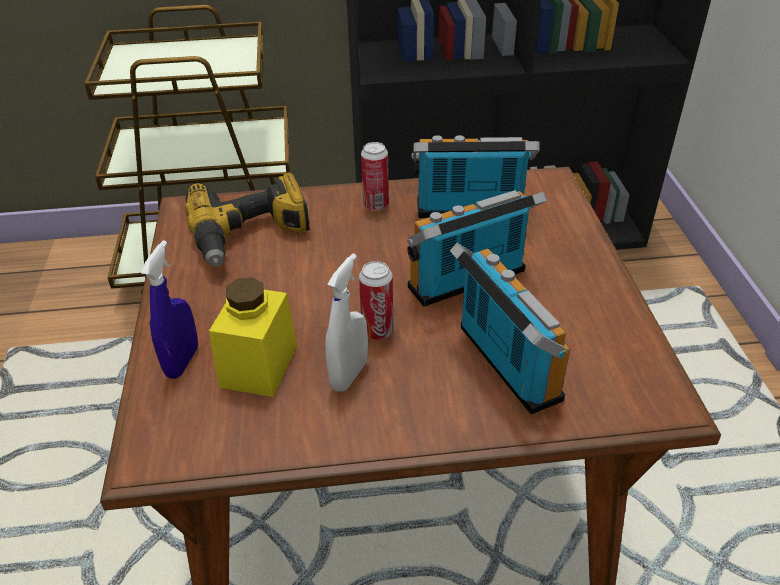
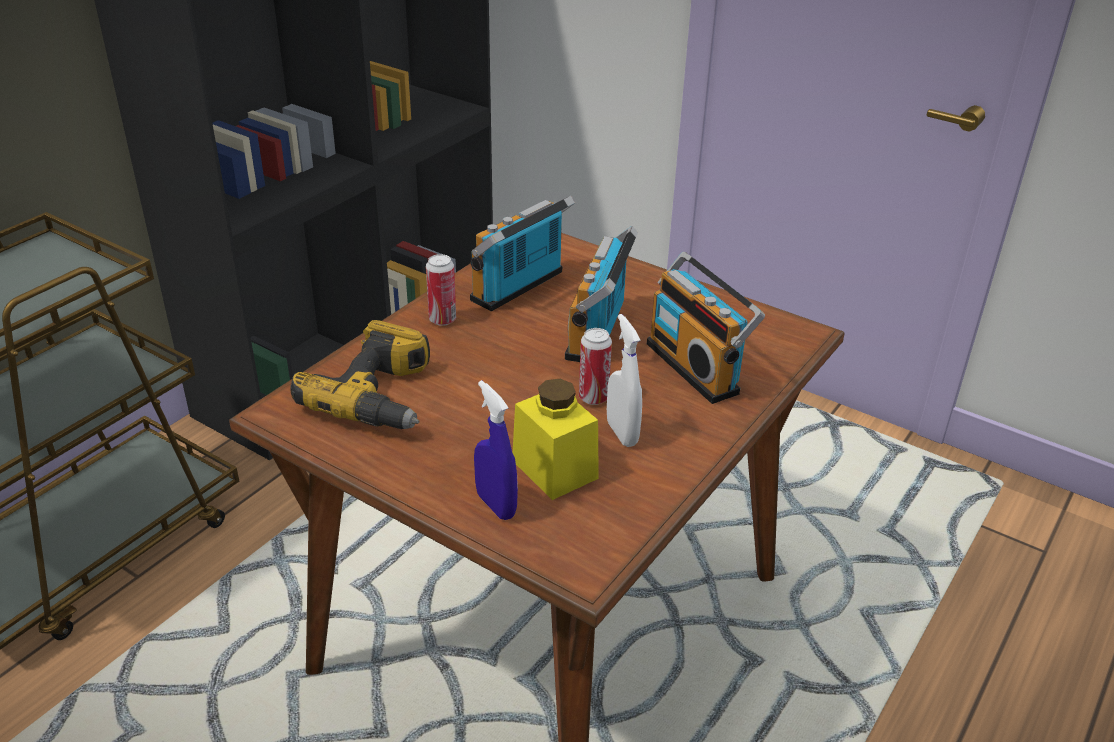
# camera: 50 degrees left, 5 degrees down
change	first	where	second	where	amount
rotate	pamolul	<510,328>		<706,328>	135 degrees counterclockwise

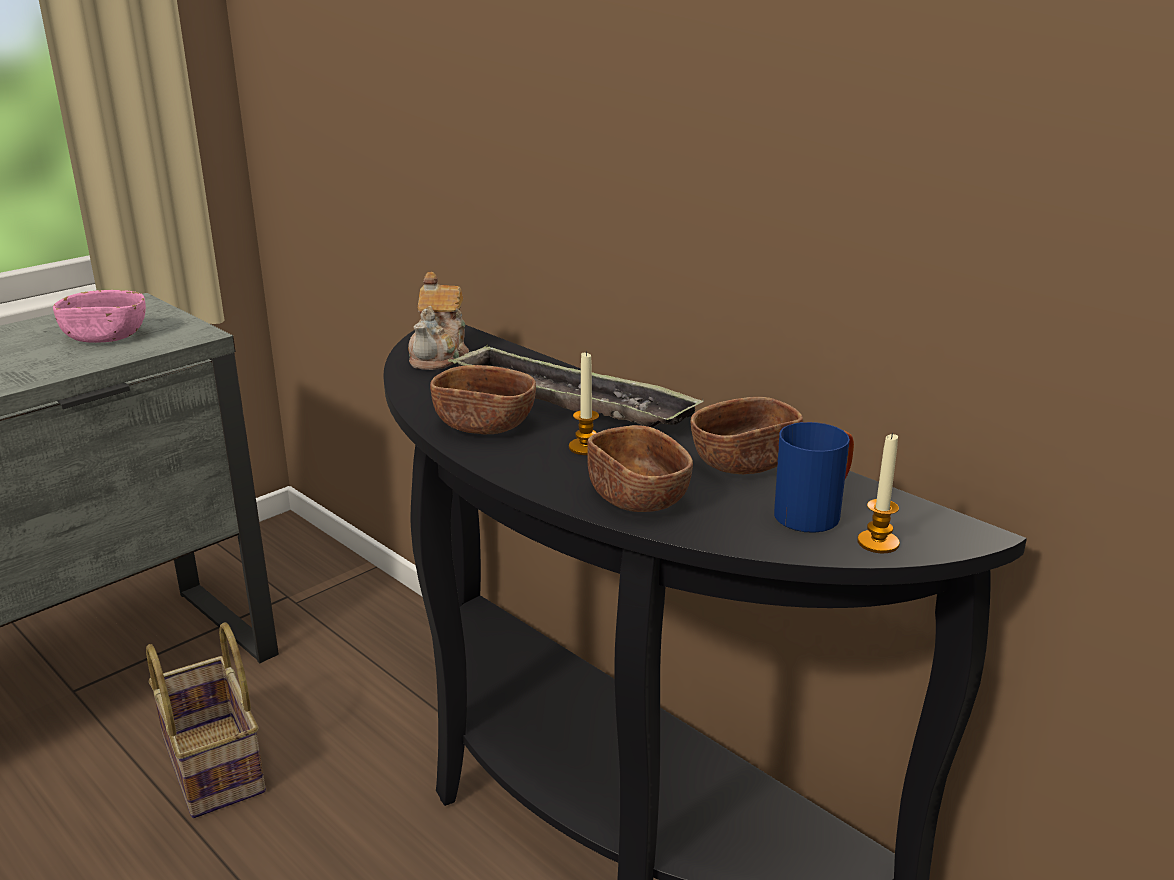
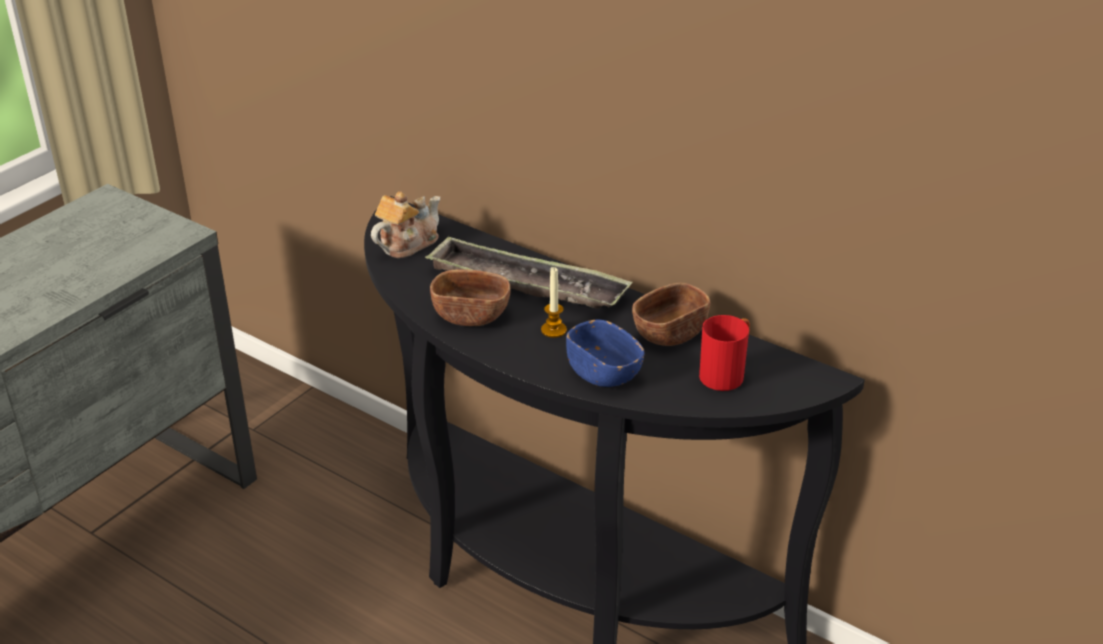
# camera: 10 degrees left, 10 degrees up
change	first	where	second	where	amount
delete	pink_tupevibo	<99,316>			
delete	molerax	<206,720>			
rotate	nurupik	<438,321>		<405,224>	135 degrees counterclockwise
recolor	brown_tupevibo	<640,468>	blue_tupevibo	<605,353>	
recolor	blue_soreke	<814,477>	red_soreke	<724,353>	
delete	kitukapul	<878,493>			

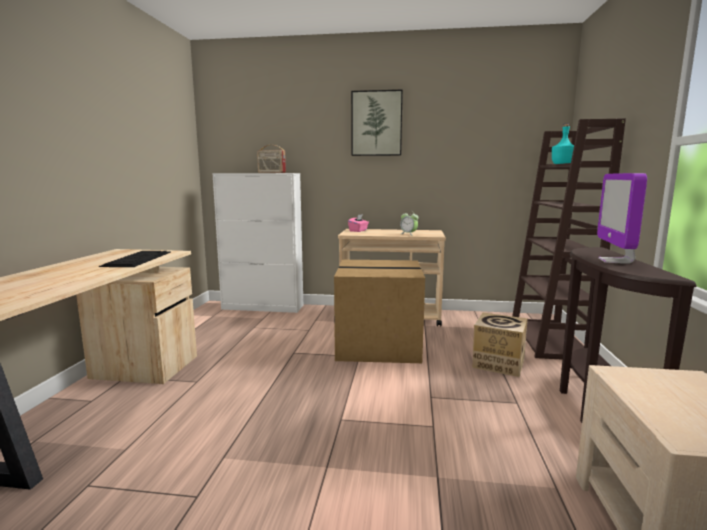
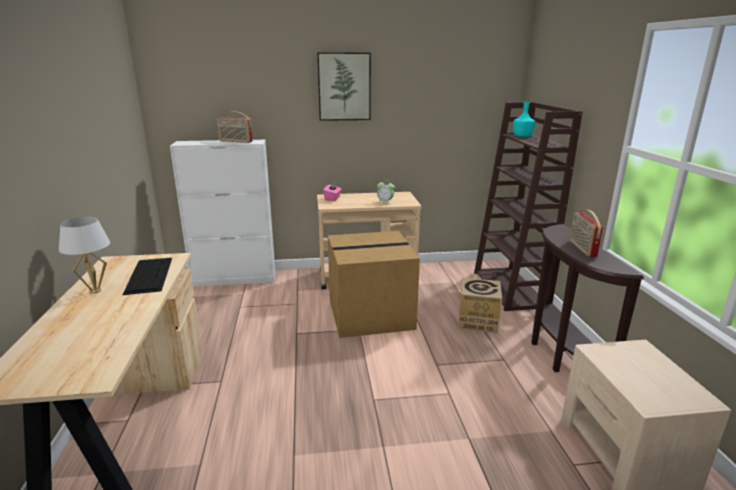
# camera: 15 degrees left, 10 degrees up
change	first	where	second	where	amount
replace	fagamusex	<622,218>	pamolul	<586,233>	
insert			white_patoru	<84,255>	

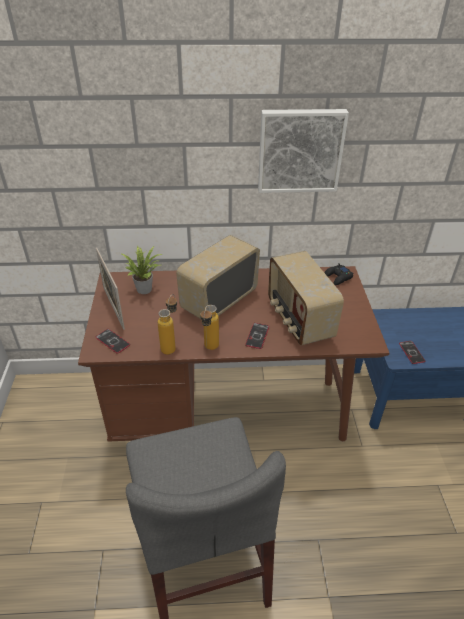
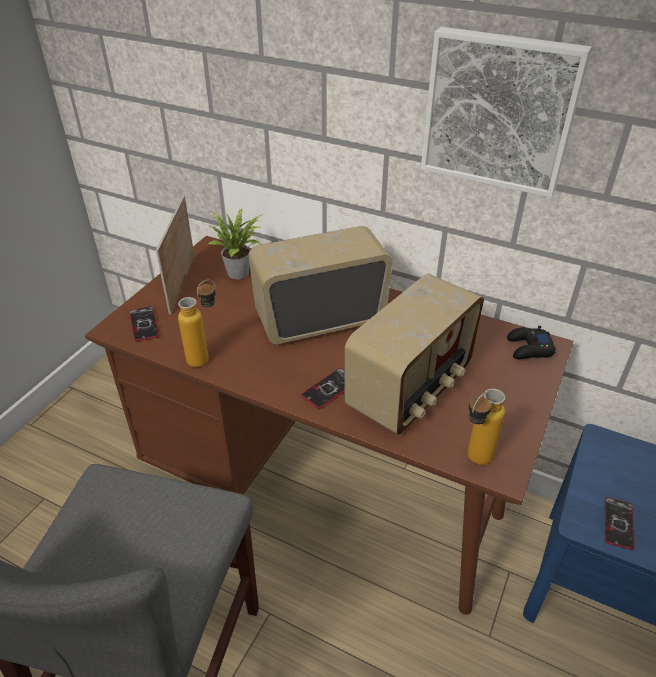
# camera: 30 degrees right, 0 degrees up
change	first	where	second	where	amount
move	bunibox	<209,327>		<486,427>	
rotate	pamolul	<306,298>		<414,354>	150 degrees counterclockwise

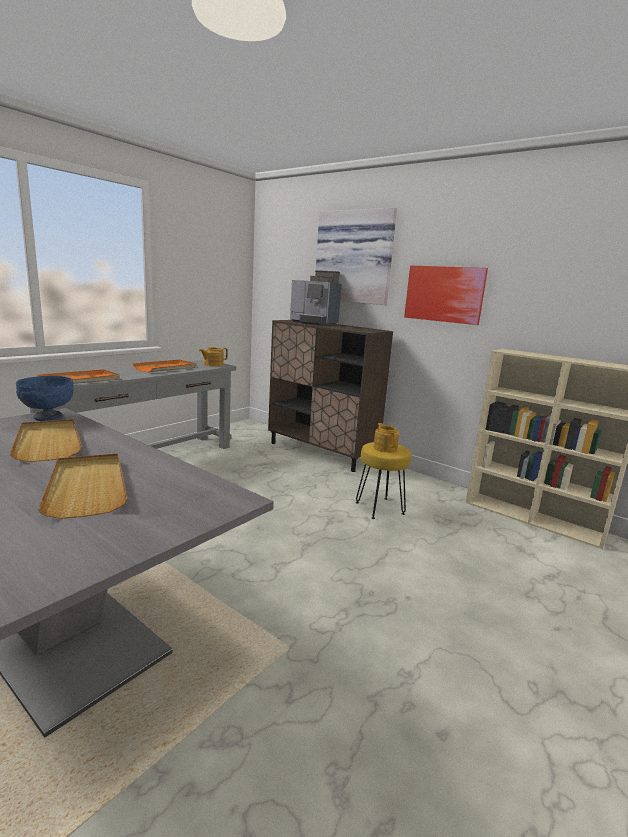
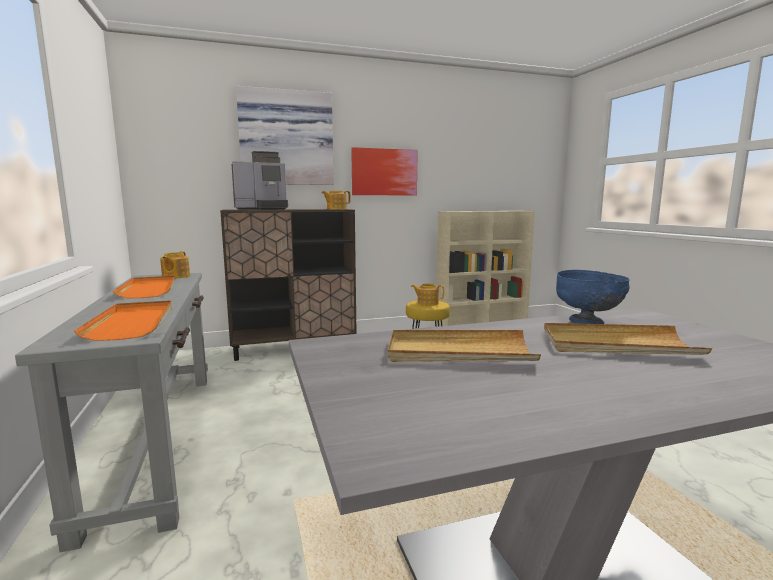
# camera: 55 degrees left, 5 degrees down
change	first	where	second	where	amount
move	blue_tupevibo	<45,398>		<593,297>	
insert			nurupik	<336,200>	

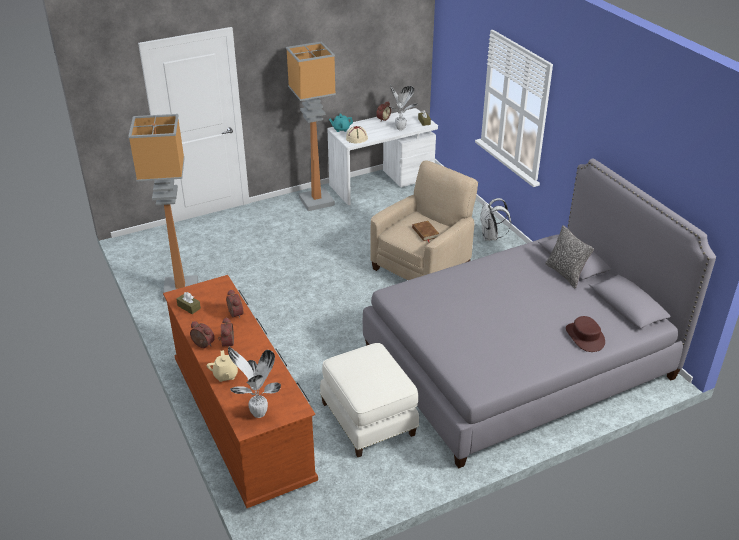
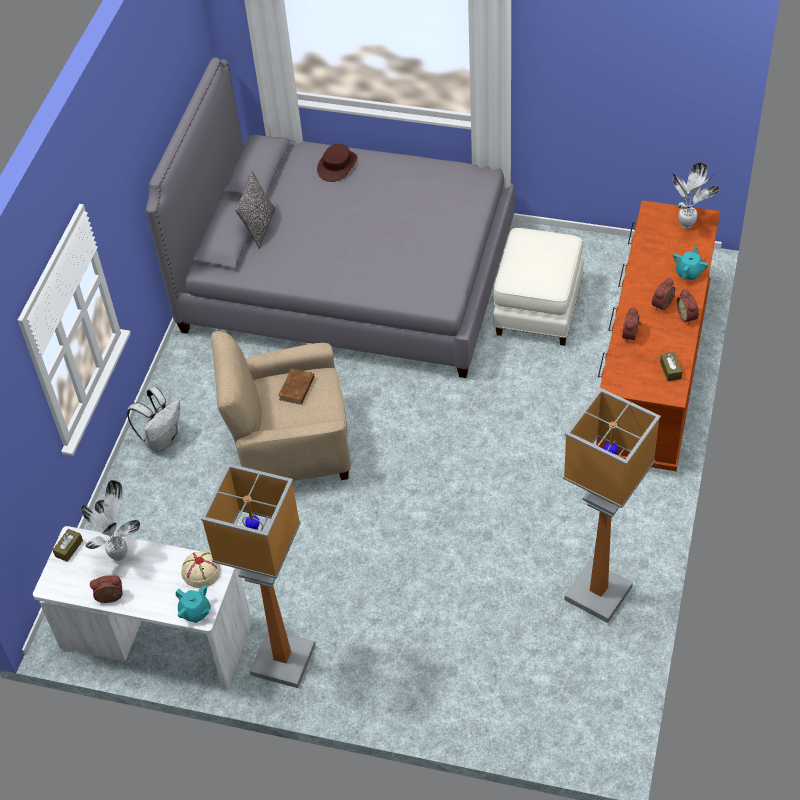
# camera: 135 degrees left, 15 degrees up
change	first	where	second	where	amount
recolor	beige_nurupik	<222,366>	turquoise_nurupik	<691,263>	

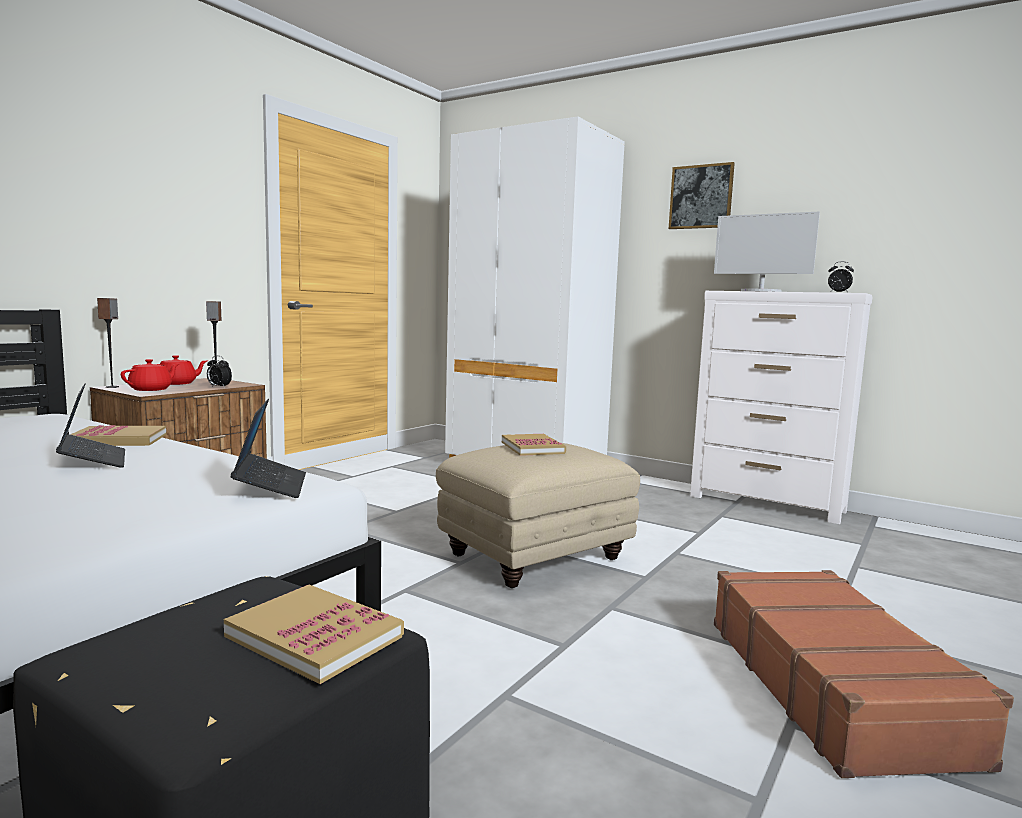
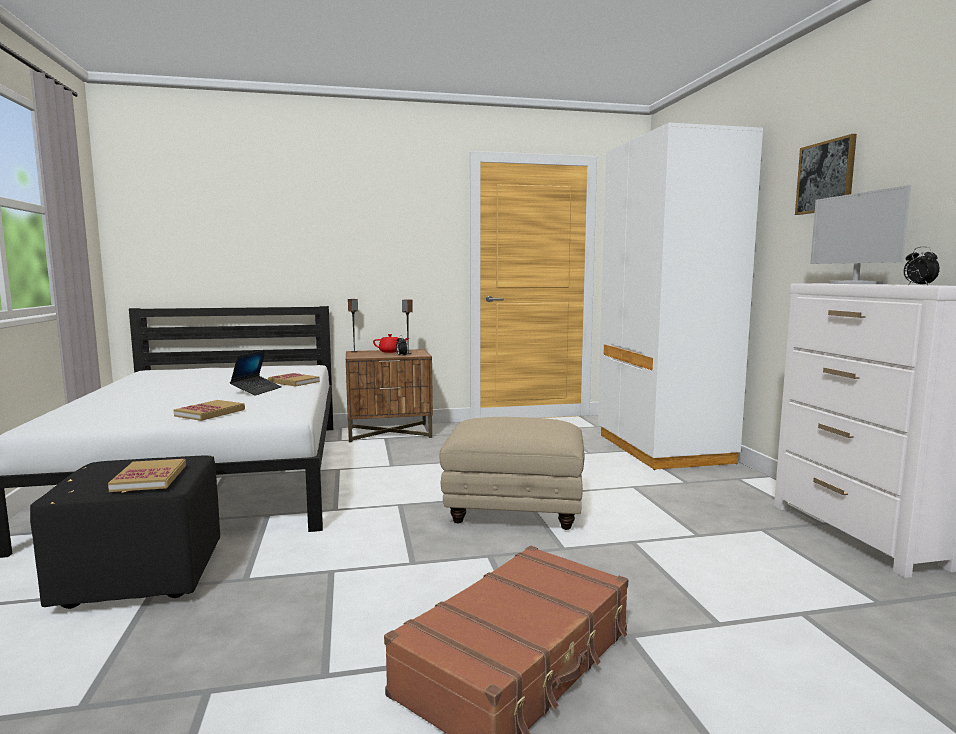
# camera: 45 degrees right, 0 degrees up
change	first	where	second	where	amount
delete	red_nurupik	<150,375>			
delete	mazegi	<268,448>			
move	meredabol	<534,445>		<209,410>	

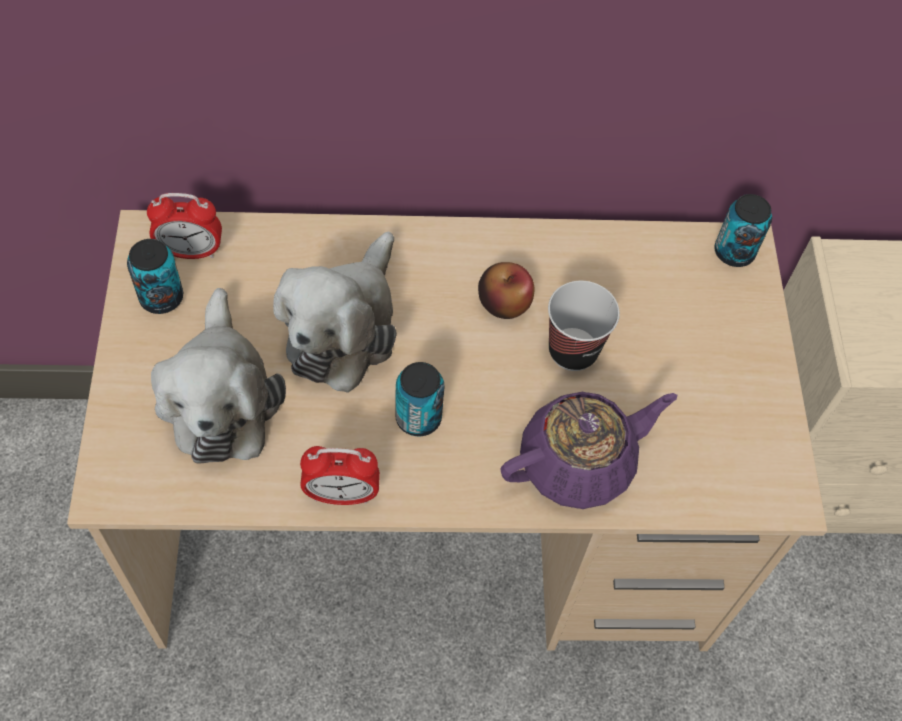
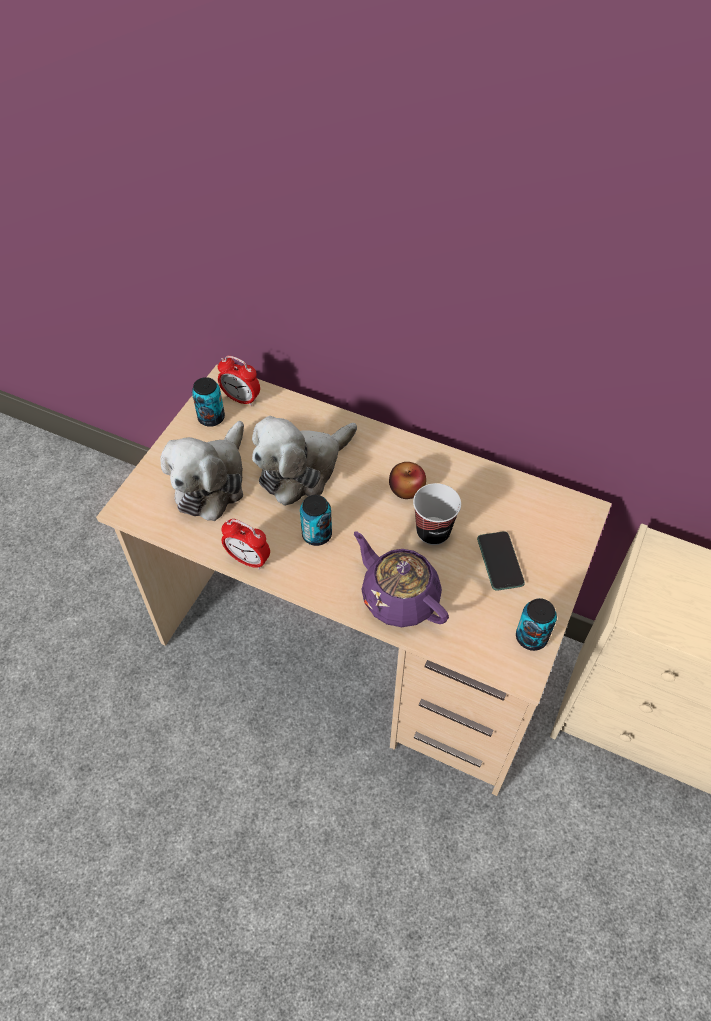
# camera: 30 degrees right, 5 degrees down
change	first	where	second	where	amount
rotate	purple_nurupik	<588,450>		<401,579>	135 degrees counterclockwise
move	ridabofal	<743,230>		<536,624>	
insert			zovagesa	<501,561>	

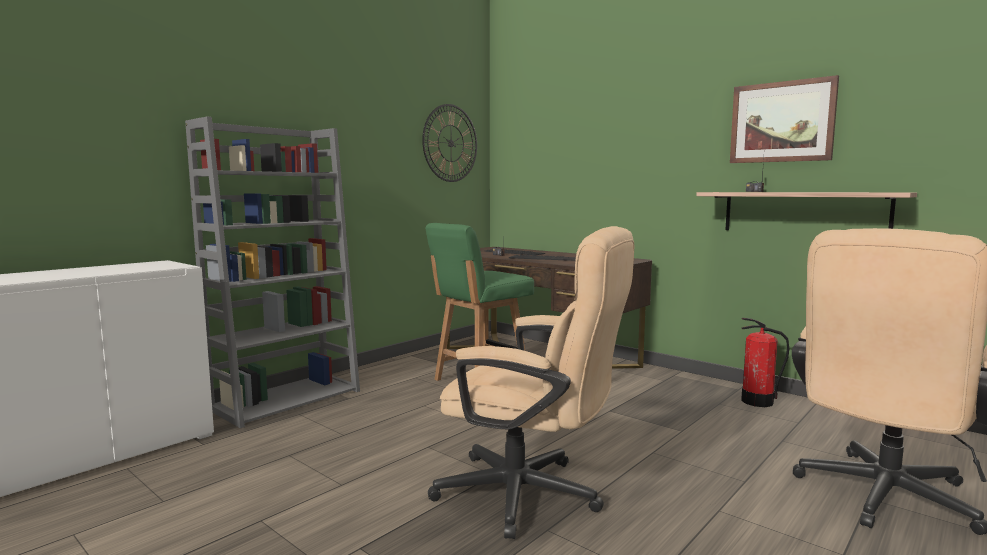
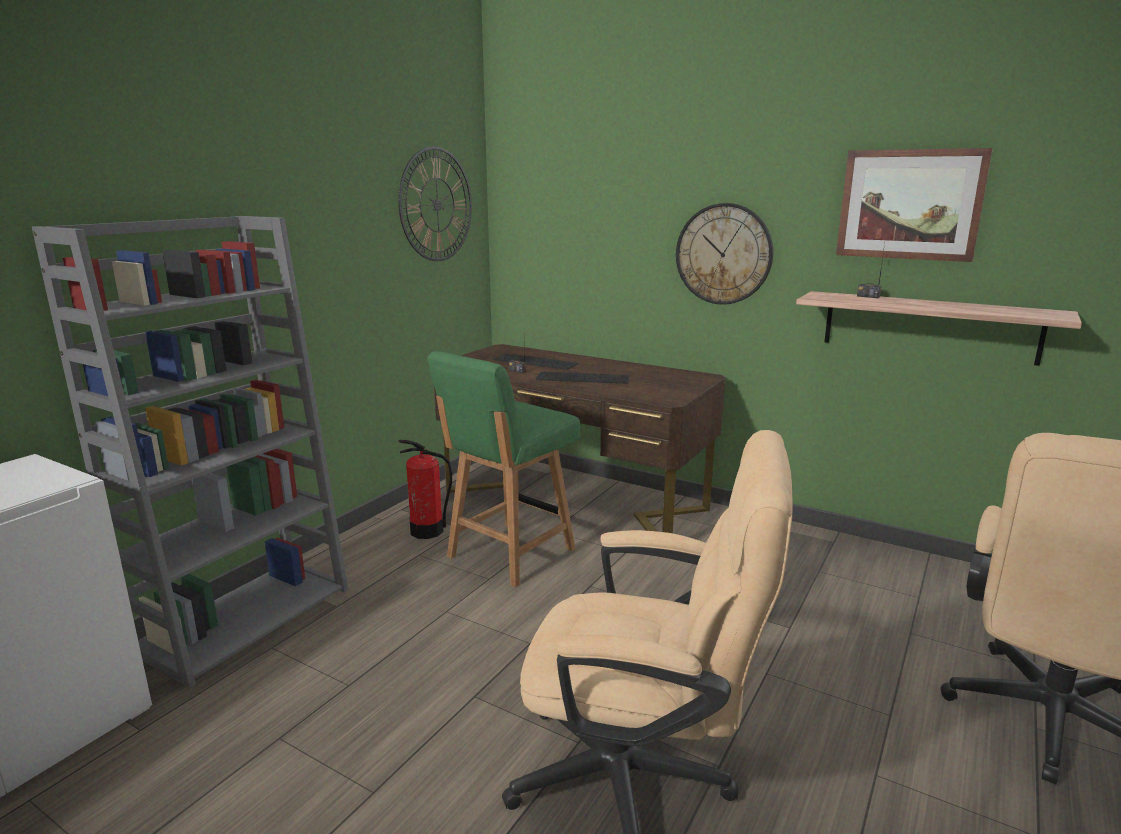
# camera: 10 degrees left, 10 degrees up
change	first	where	second	where	amount
move	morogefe	<765,362>		<425,489>	
insert			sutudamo	<724,254>	

